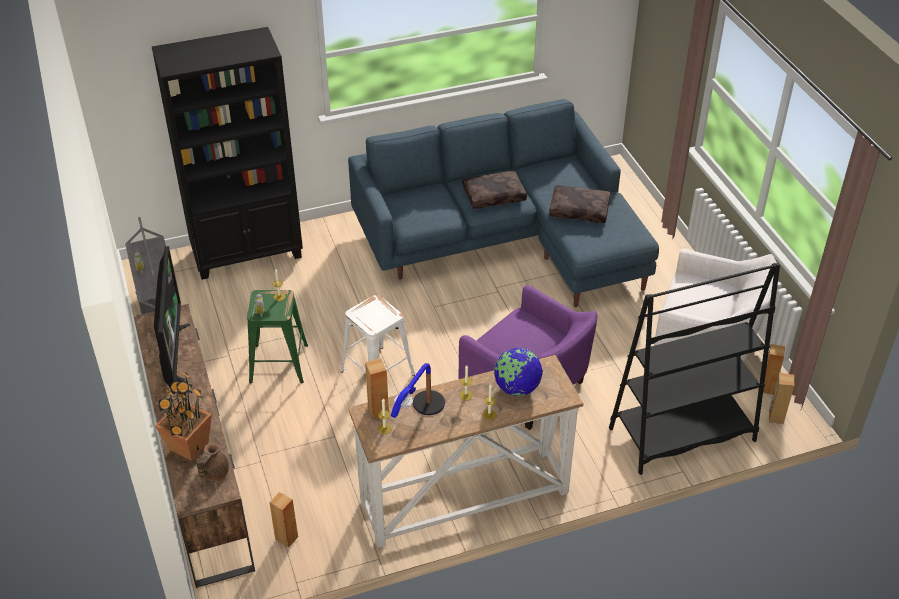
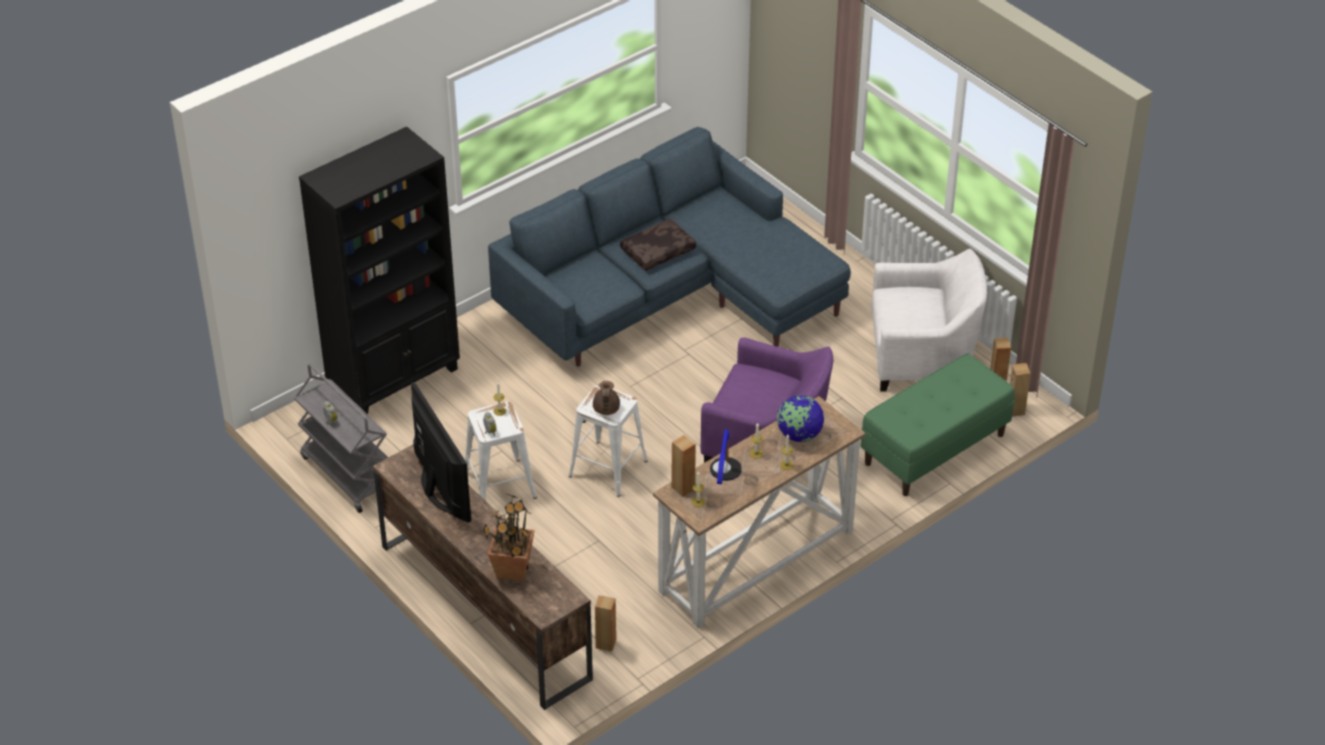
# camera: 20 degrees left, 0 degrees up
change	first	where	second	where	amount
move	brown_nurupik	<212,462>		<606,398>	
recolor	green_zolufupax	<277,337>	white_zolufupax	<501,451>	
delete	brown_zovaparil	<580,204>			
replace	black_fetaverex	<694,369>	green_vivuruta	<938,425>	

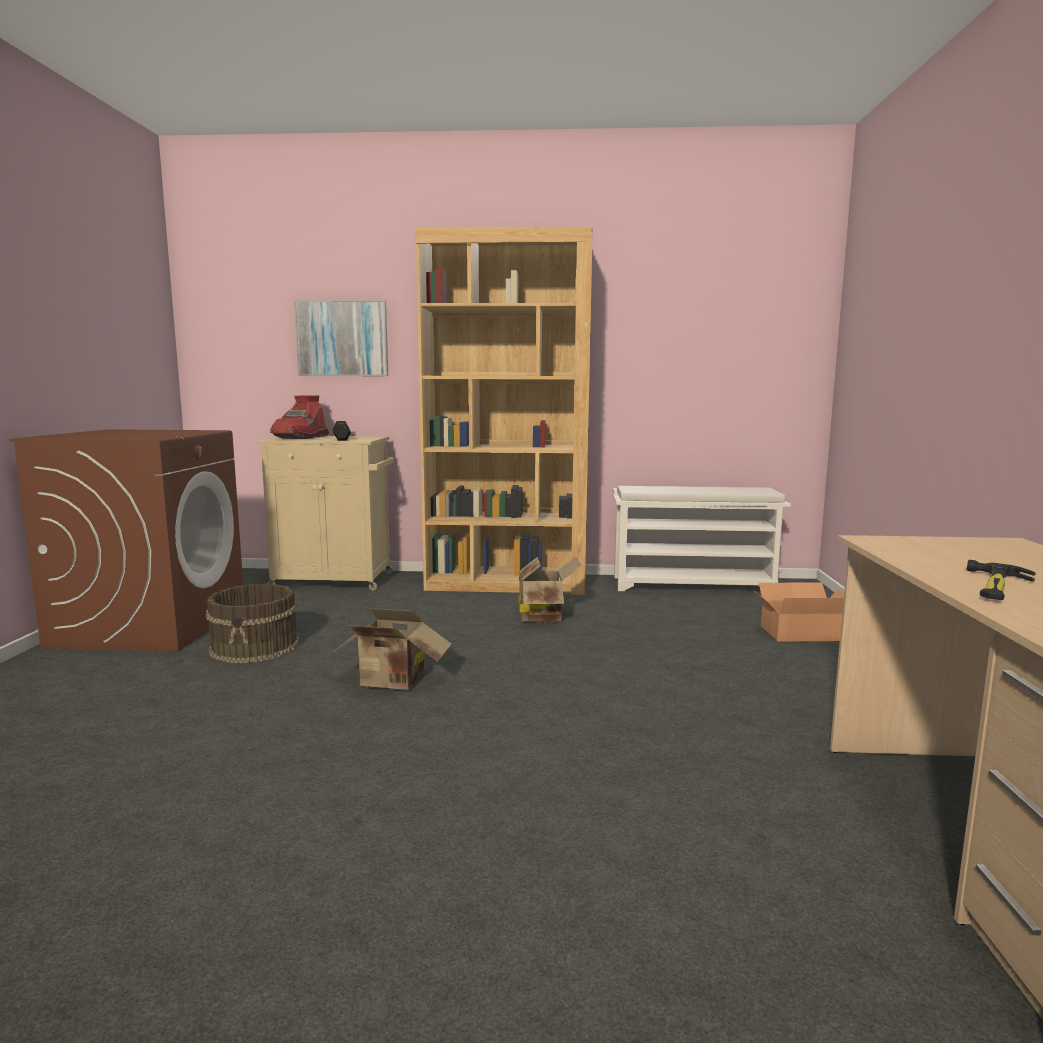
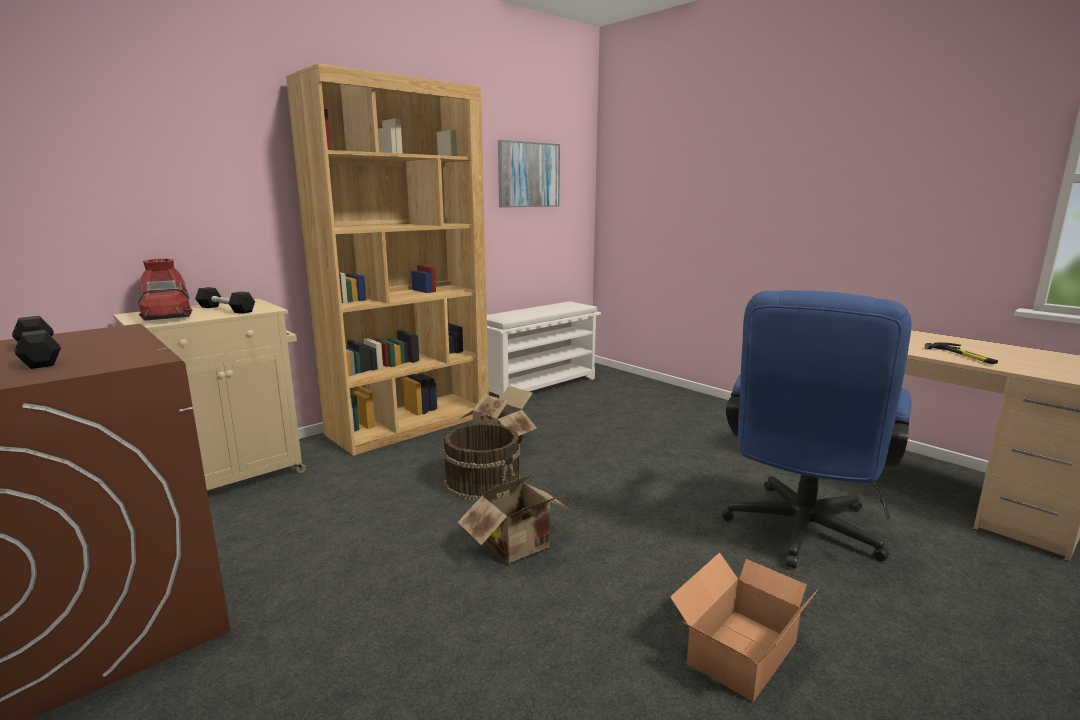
# camera: 45 degrees left, 5 degrees up
change	first	where	second	where	amount
move	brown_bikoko	<252,623>		<481,462>	
move	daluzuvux	<341,338>		<529,174>	
move	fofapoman	<798,612>		<744,627>	
insert			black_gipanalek	<36,342>	
insert			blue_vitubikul	<817,429>	

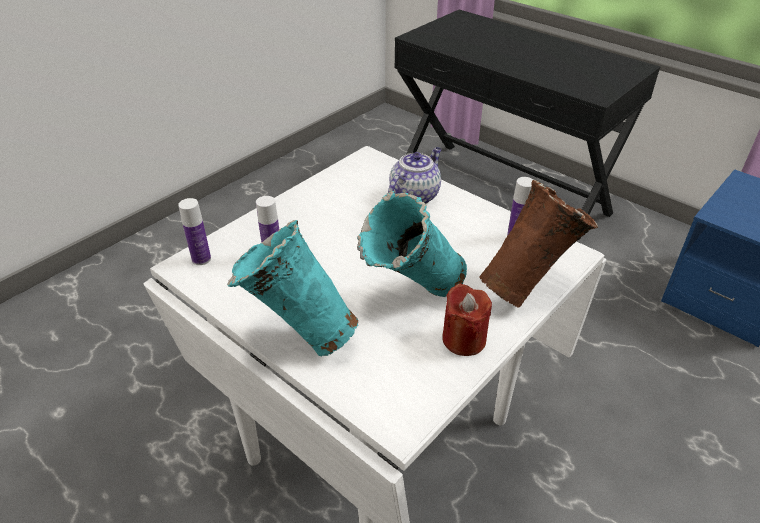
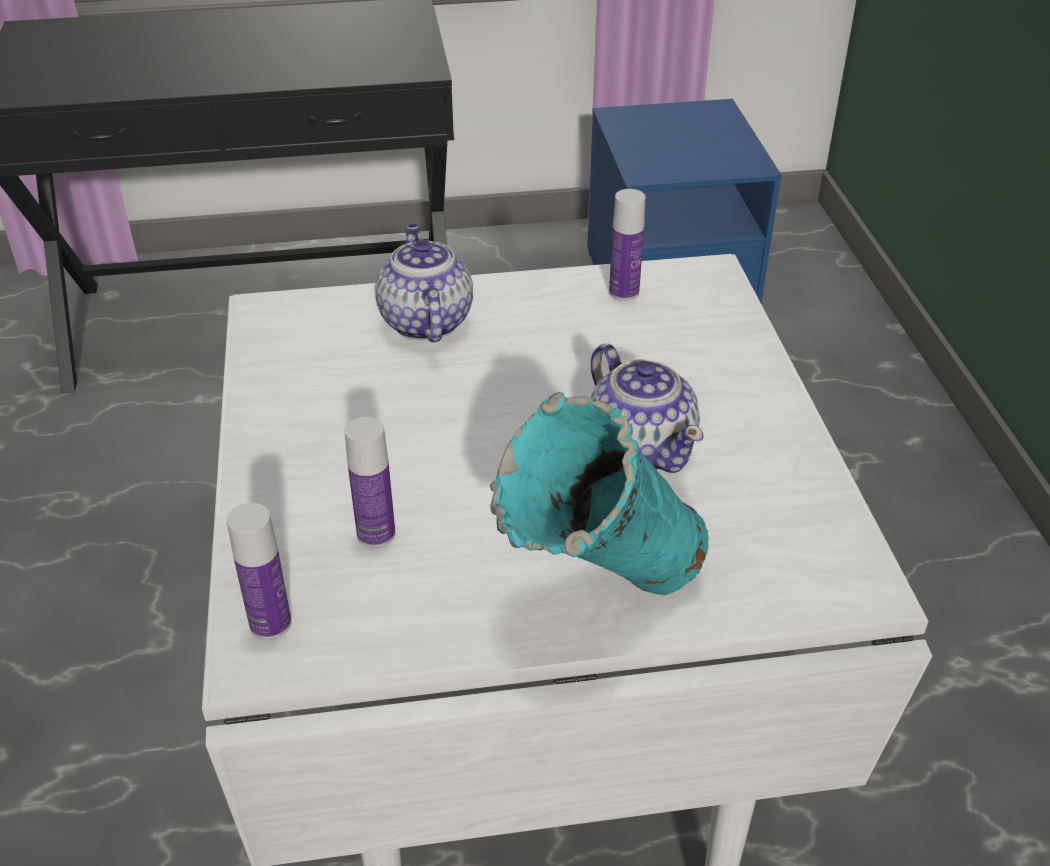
# camera: 50 degrees left, 0 degrees up
change	first	where	second	where	amount
replace	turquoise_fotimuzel	<412,244>	nurupik	<646,408>	
delete	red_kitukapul	<467,319>			
delete	brown_fotimuzel	<539,244>			

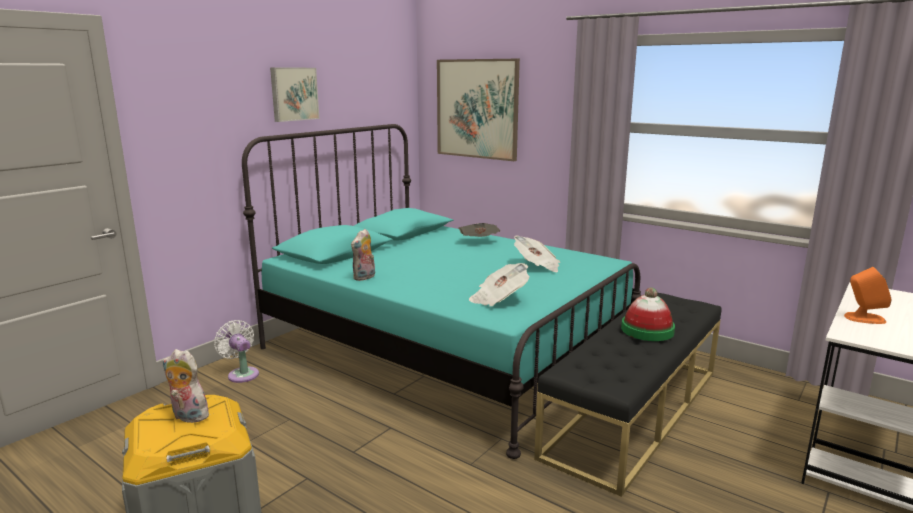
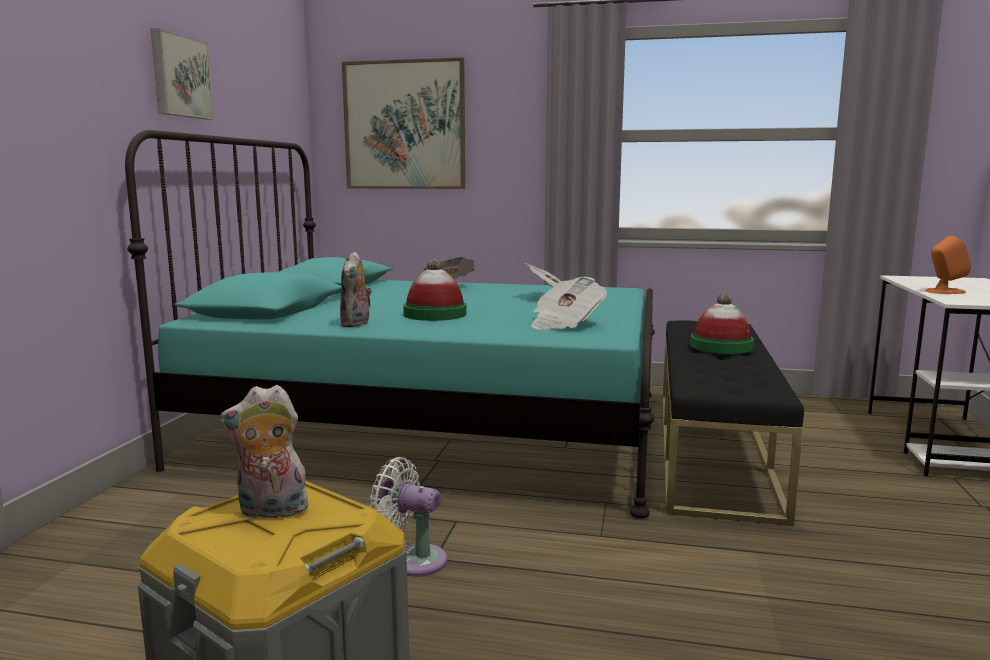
# camera: 25 degrees left, 5 degrees down
change	first	where	second	where	amount
move	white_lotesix	<236,351>		<408,517>	
insert			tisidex	<435,290>	

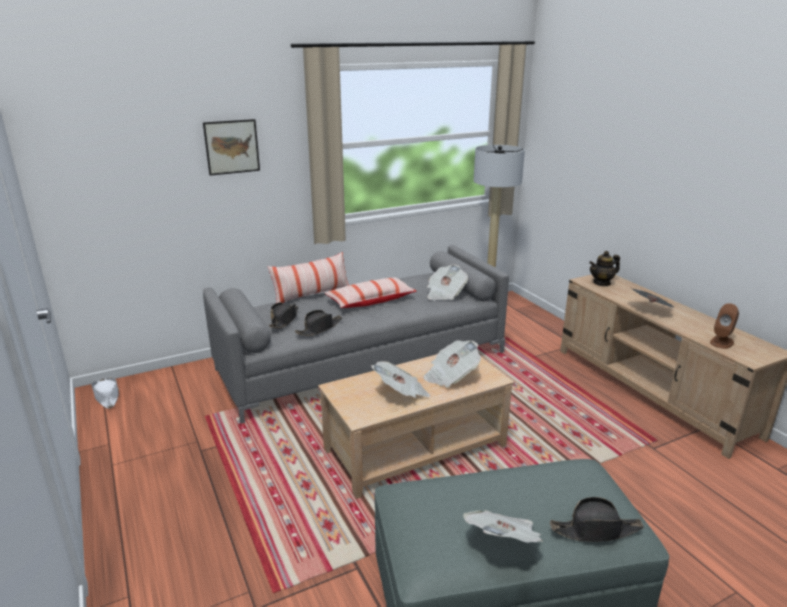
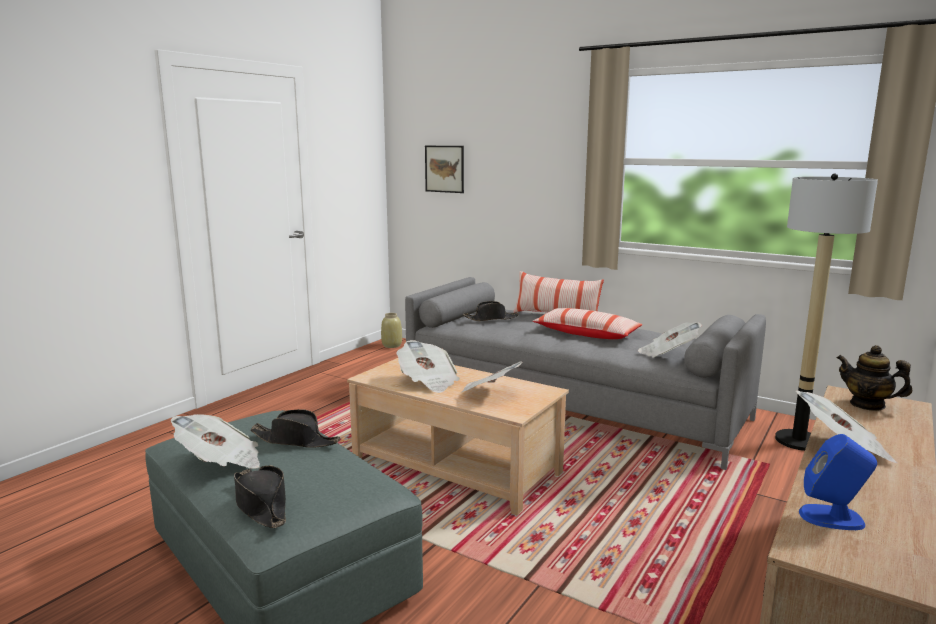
# camera: 60 degrees right, 10 degrees down
change	first	where	second	where	amount
replace	white_tisidex	<105,393>	beige_fotimuzel	<391,330>	
move	daluzuvux	<231,147>		<444,169>	
move	black_tisidex	<318,323>		<295,428>	
recolor	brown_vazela	<724,326>	blue_vazela	<838,482>	

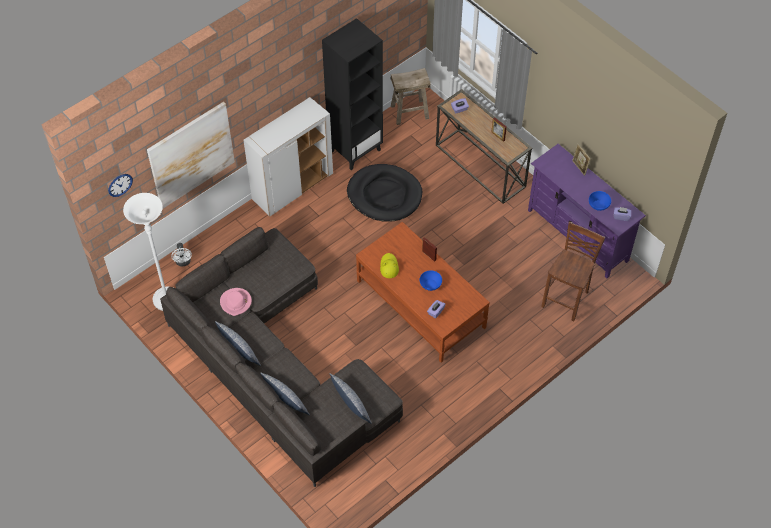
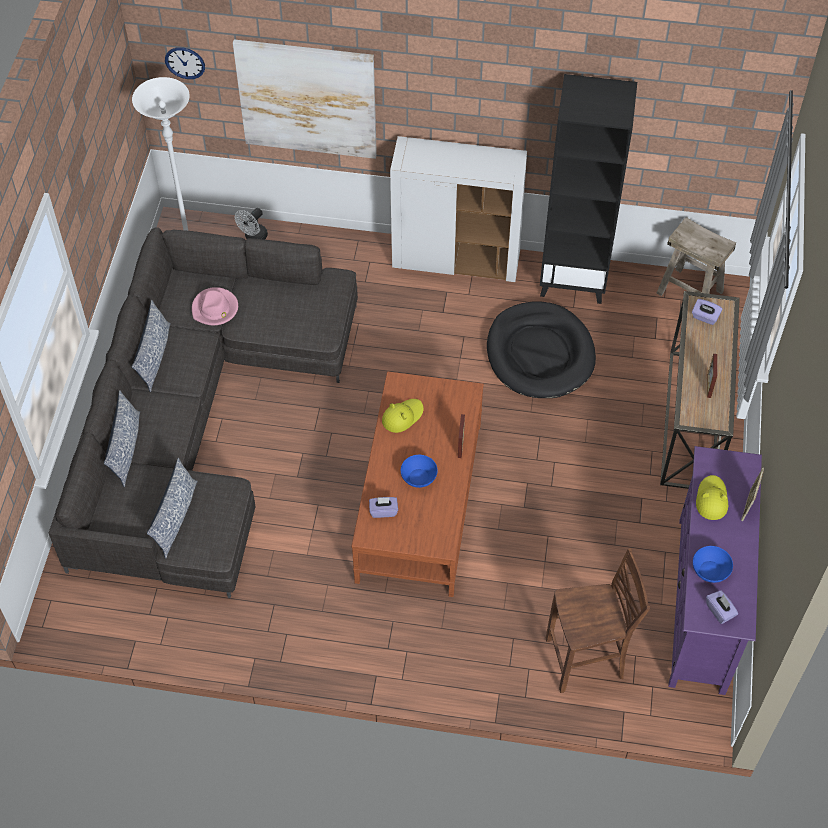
# camera: 50 degrees right, 0 degrees up
change	first	where	second	where	amount
insert			yellow_tisidex	<712,497>	

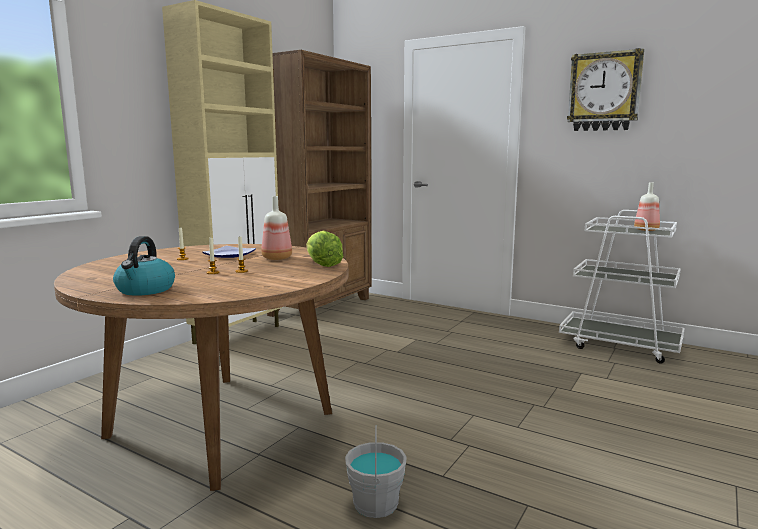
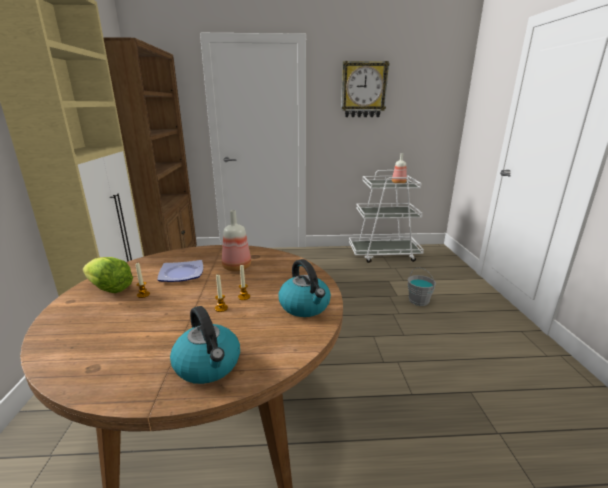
# camera: 35 degrees left, 10 degrees up
change	first	where	second	where	amount
move	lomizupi	<324,249>		<108,275>	
move	grey_bikoko	<376,471>		<421,286>	
insert			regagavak	<304,288>	

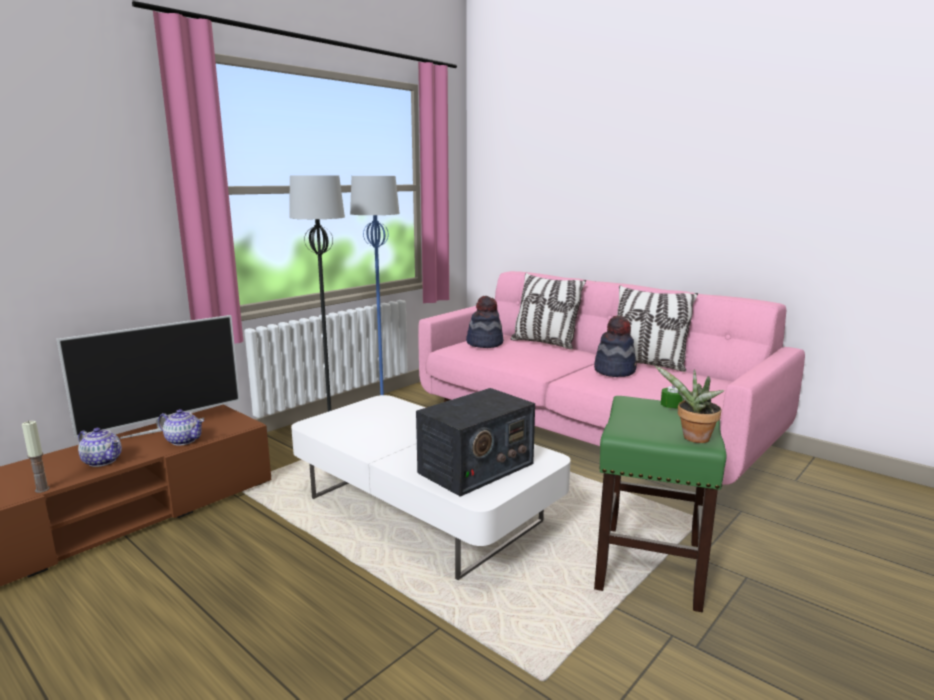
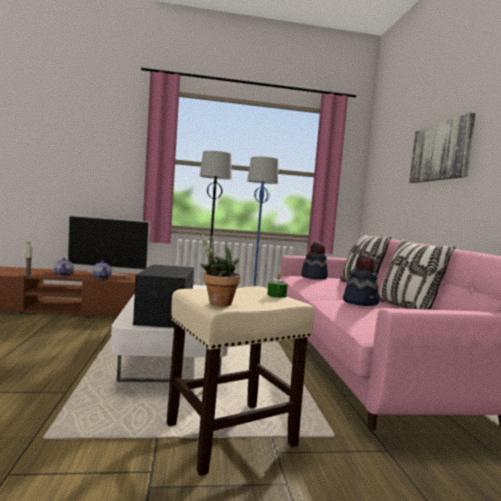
# camera: 40 degrees right, 10 degrees down
change	first	where	second	where	amount
rotate	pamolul	<475,442>		<163,296>	90 degrees clockwise
recolor	green_zolufupax	<660,504>	beige_zolufupax	<241,381>	
insert			daluzuvux	<442,148>	

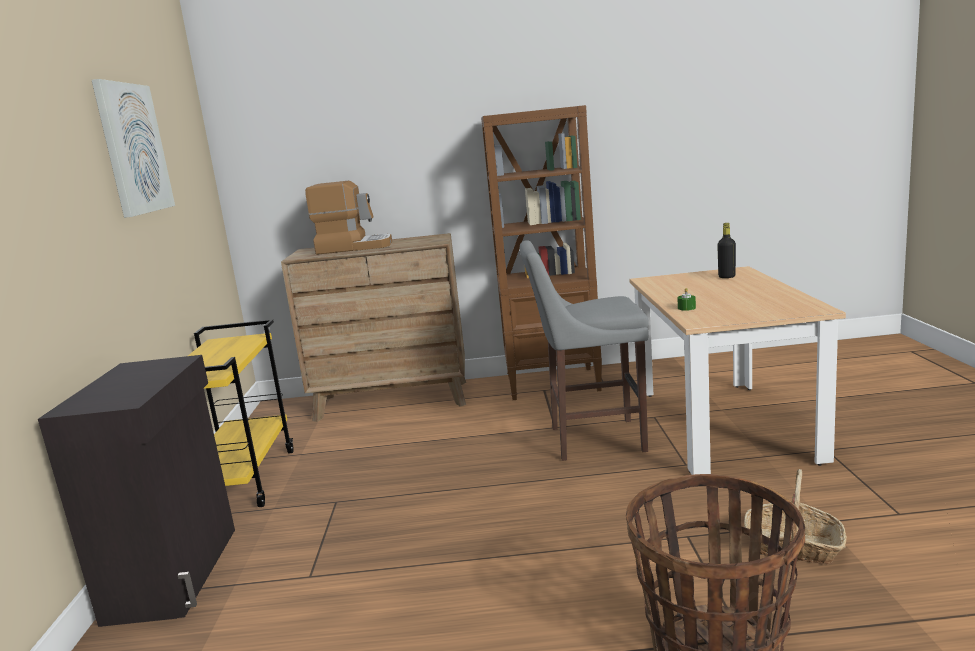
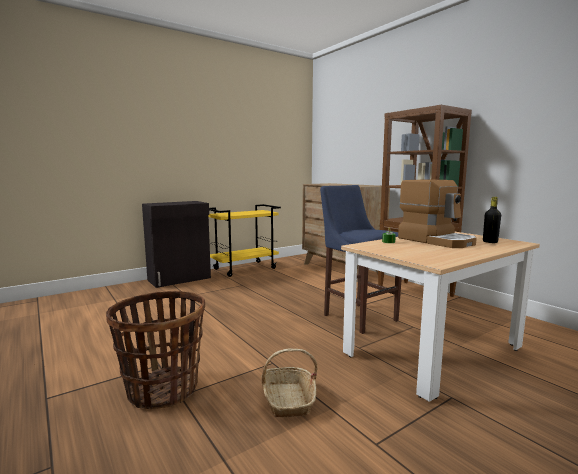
# camera: 55 degrees right, 5 degrees down
change	first	where	second	where	amount
delete	daluzuvux	<133,148>			
move	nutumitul	<348,218>		<437,213>	
recolor	grey_zolufupax	<584,350>	blue_zolufupax	<361,259>	

